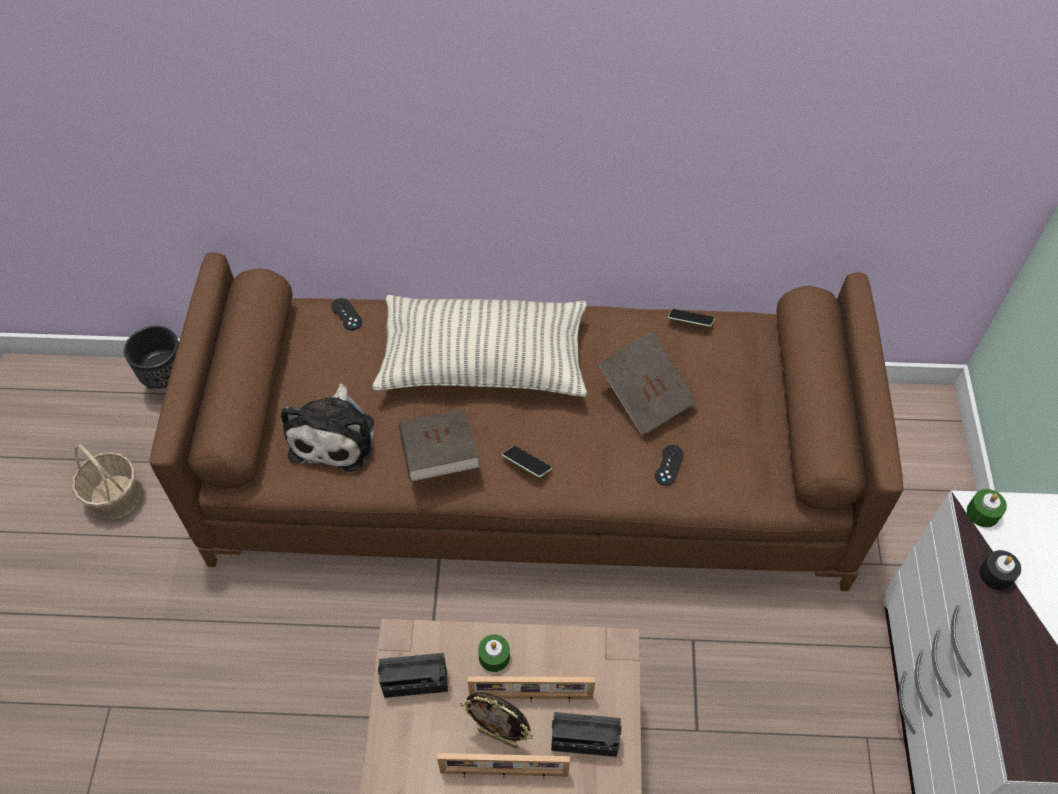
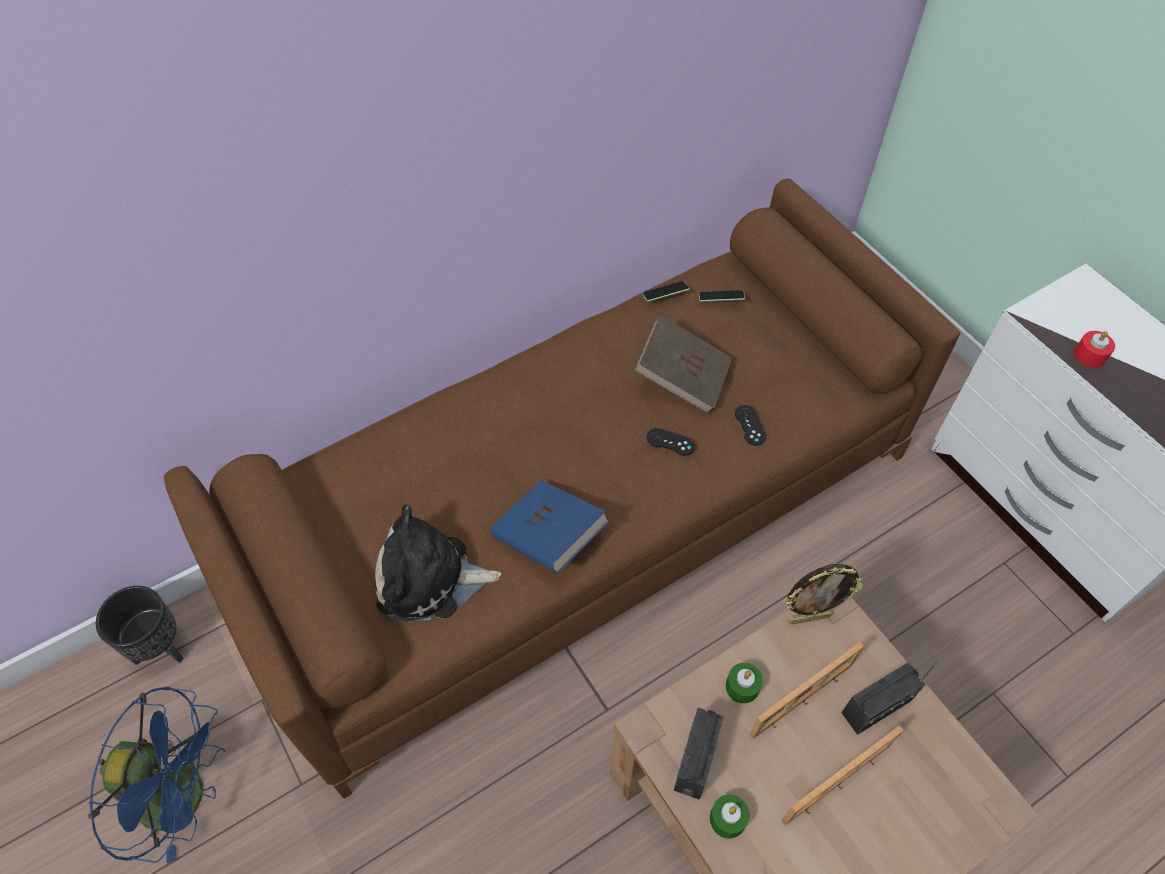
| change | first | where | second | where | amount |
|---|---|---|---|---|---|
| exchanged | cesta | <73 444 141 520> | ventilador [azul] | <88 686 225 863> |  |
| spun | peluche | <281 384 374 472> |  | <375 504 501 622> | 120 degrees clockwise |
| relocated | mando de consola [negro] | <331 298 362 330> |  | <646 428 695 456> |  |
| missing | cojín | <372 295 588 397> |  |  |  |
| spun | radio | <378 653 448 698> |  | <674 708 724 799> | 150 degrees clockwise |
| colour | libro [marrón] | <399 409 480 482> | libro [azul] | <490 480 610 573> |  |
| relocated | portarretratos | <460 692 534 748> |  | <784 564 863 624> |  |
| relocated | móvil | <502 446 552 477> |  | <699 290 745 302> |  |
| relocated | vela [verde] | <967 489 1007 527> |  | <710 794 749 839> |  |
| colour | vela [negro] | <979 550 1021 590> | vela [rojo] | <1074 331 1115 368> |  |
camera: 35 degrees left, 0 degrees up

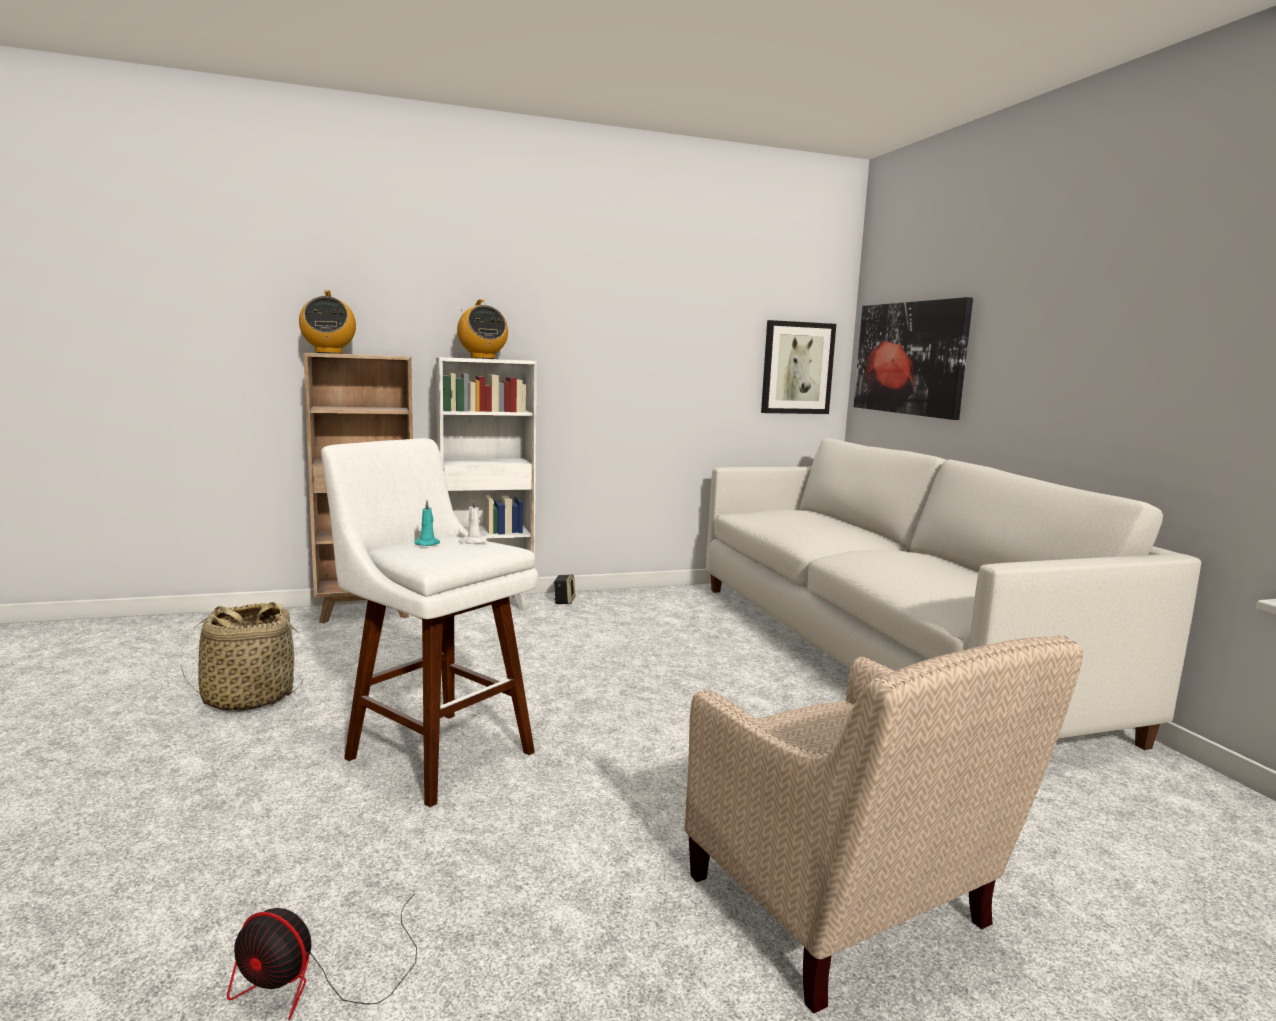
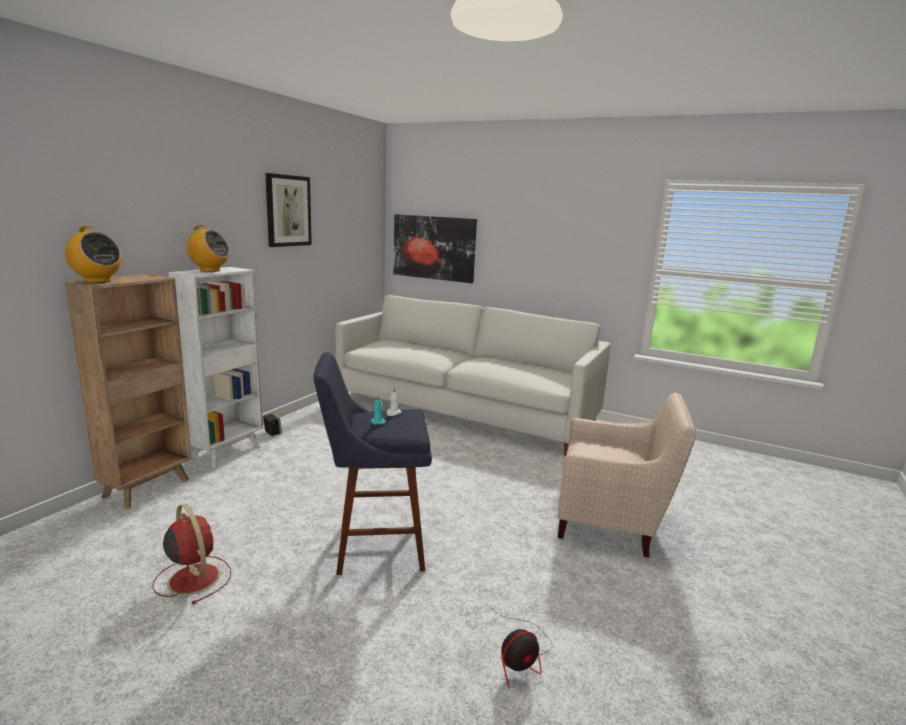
| change | first | where | second | where | amount |
|---|---|---|---|---|---|
| exchanged | cesta | <180 602 305 711> | ventilador [rojo] | <152 504 231 605> |  |
| colour | taburete [blanco] | <321 438 538 807> | taburete [azul] | <313 352 432 575> |  |
| relocated | cuadro | <761 320 836 414> |  | <265 173 312 247> |  |
camera: 45 degrees left, 5 degrees up

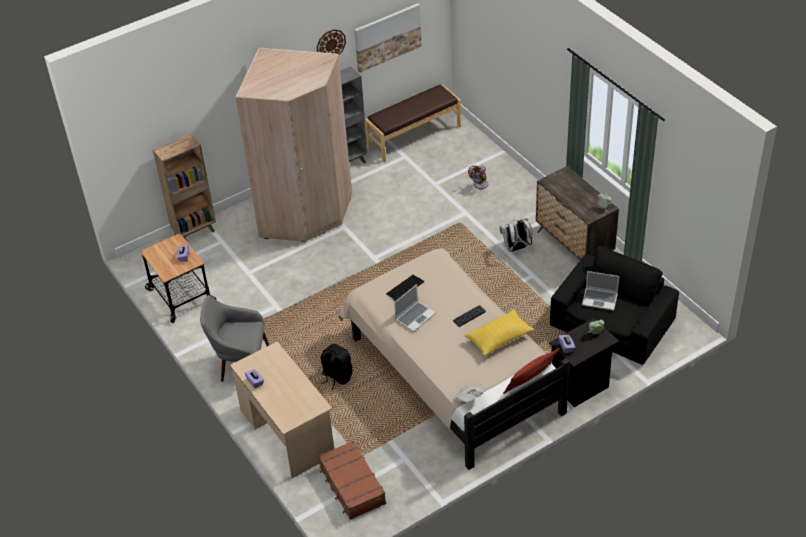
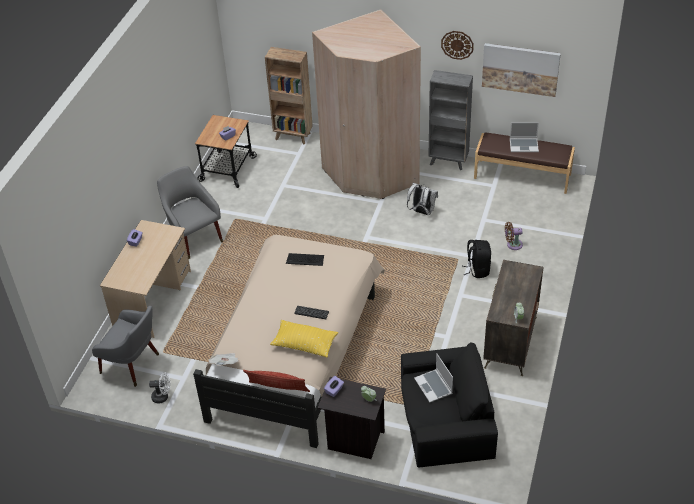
| change | first | where | second | where | amount |
|---|---|---|---|---|---|
| exchanged | maleta [marrón] | <318 440 386 520> | sillón [gris] | <92 306 159 387> |  |
| relocated | mochila [negro] | <321 344 352 390> |  | <462 240 491 278> |  |
| relocated | portátil | <394 284 436 332> |  | <510 122 539 152> |  |
| relocated | mochila [blanco] | <500 218 532 252> |  | <407 183 438 215> |  |
| appeared |  |  | ventilador [blanco] | <149 372 170 403> |  |
camera: 50 degrees right, 0 degrees up

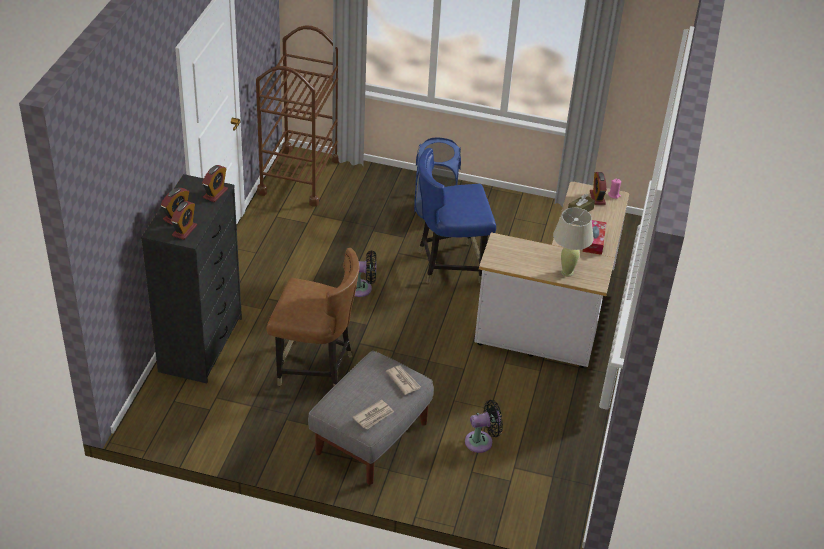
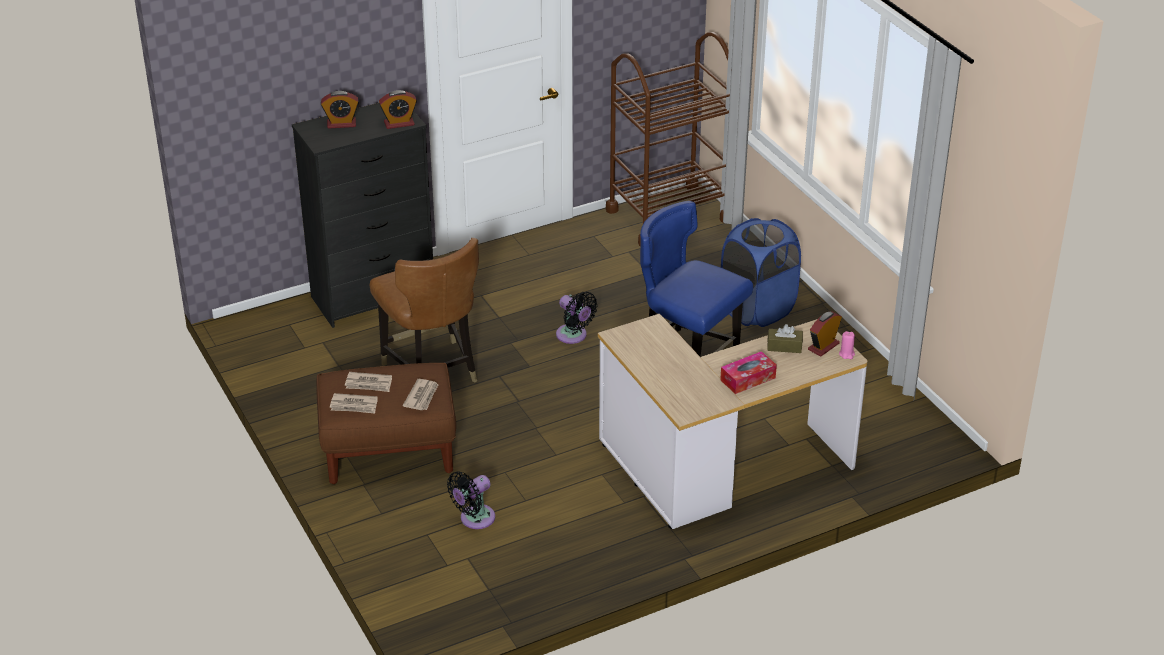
| change | first | where | second | where | amount |
|---|---|---|---|---|---|
| missing | despertador | <171 201 197 240> |  |  |  |
| colour | puf [gris] | <308 351 434 485> | puf [marrón] | <316 363 456 484> |  |
| spun | ventilador [negro] | <465 400 503 453> |  | <447 471 495 529> | 105 degrees clockwise |
| missing | lámpara de mesa [beis] | <553 207 594 276> |  |  |  |
| appeared |  |  | periódico | <345 372 392 392> |  |
camera: 50 degrees right, 5 degrees down

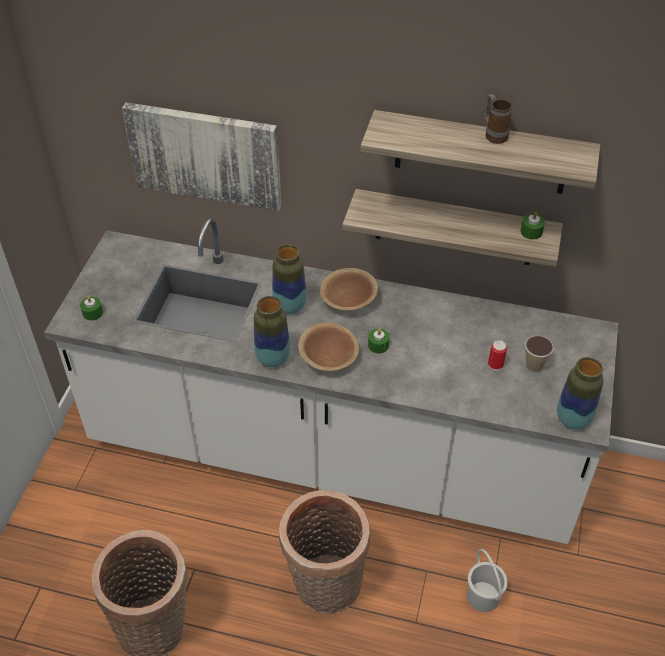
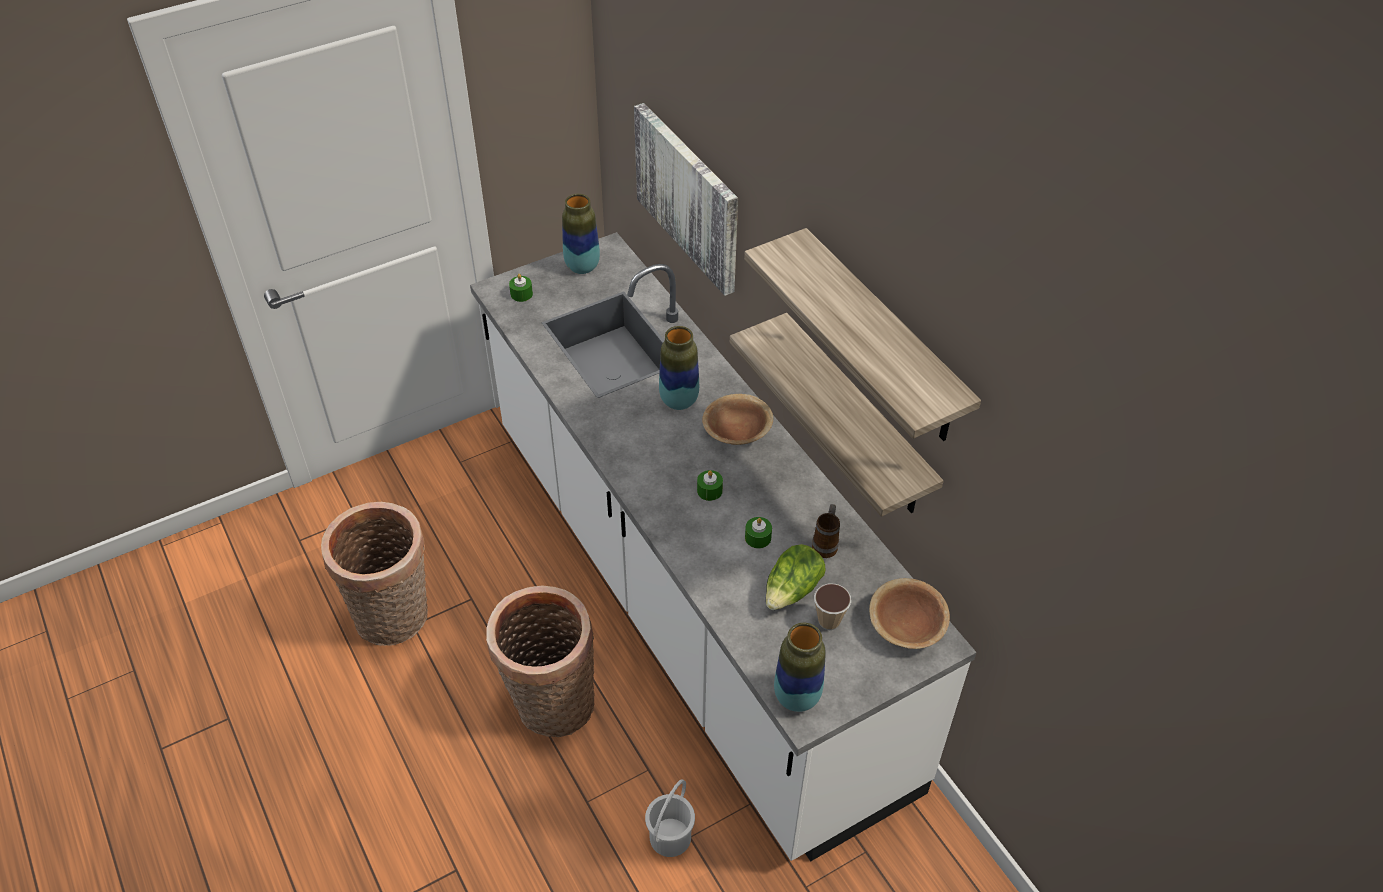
| change | first | where | second | where | amount |
|---|---|---|---|---|---|
| relocated | florero | <254 296 290 367> |  | <562 194 600 274> |  |
| relocated | cuenco [marrón] | <298 323 359 371> |  | <869 578 950 649> |  |
| relocated | taza grande | <484 94 512 144> |  | <812 504 840 558> |  |
| exchanged | lata | <488 340 507 371> | lechuga | <766 544 825 610> |  |
| relocated | vela [verde] | <520 212 545 240> |  | <745 517 772 549> |  |
camera: 45 degrees right, 0 degrees up

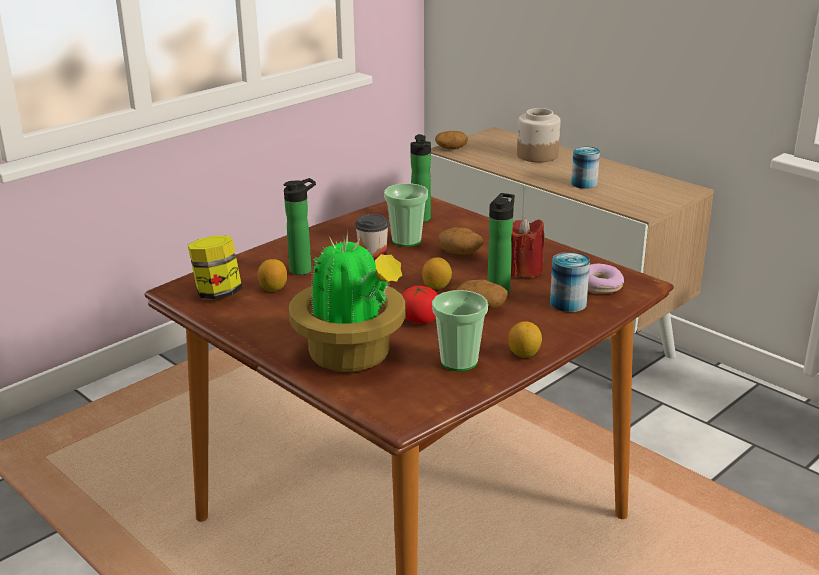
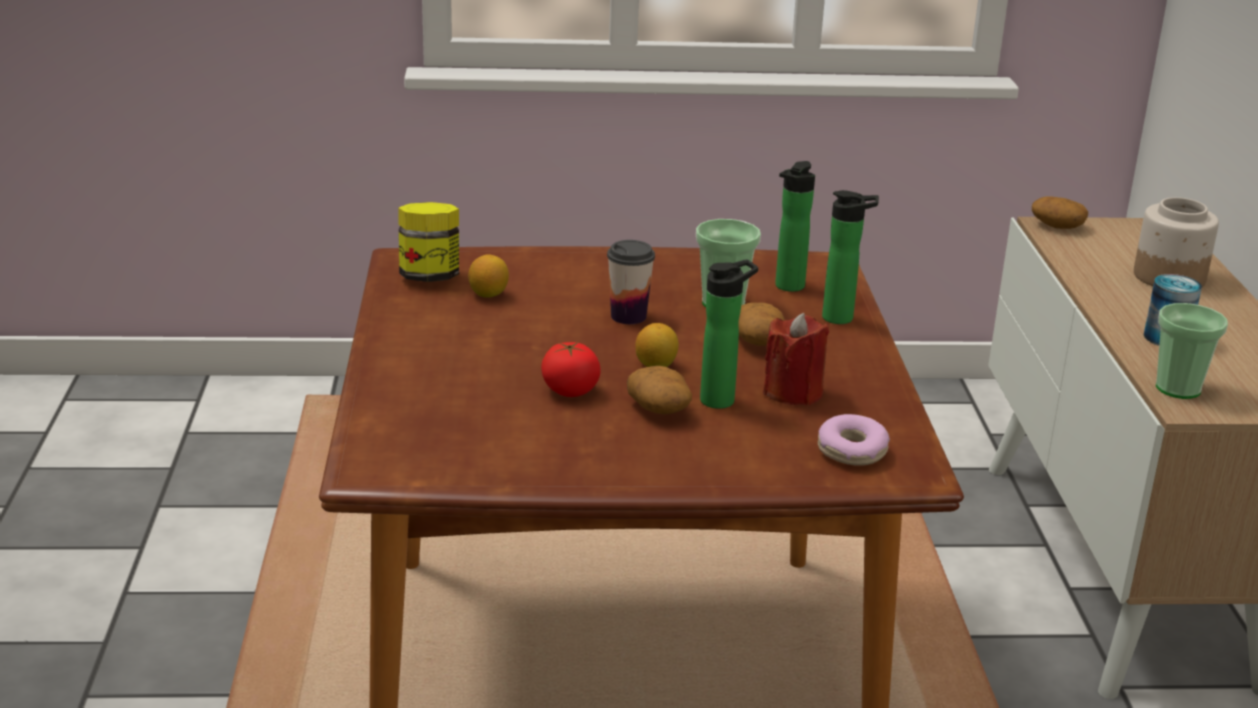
| change | first | where | second | where | amount |
|---|---|---|---|---|---|
| relocated | botella | <283 178 316 275> |  | <822 190 879 324> |  |
| missing | planta en maceta | <288 231 406 372> |  |  |  |
| relocated | taza | <432 290 488 371> |  | <1156 303 1228 399> |  |
| missing | limón | <508 321 542 358> |  |  |  |
| missing | lata | <550 252 590 312> |  |  |  |
camera: 40 degrees right, 0 degrees up

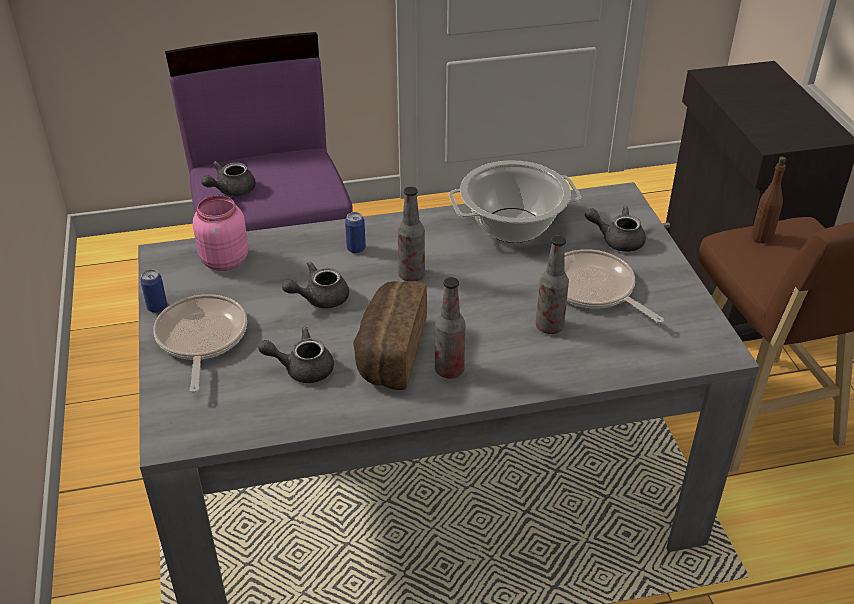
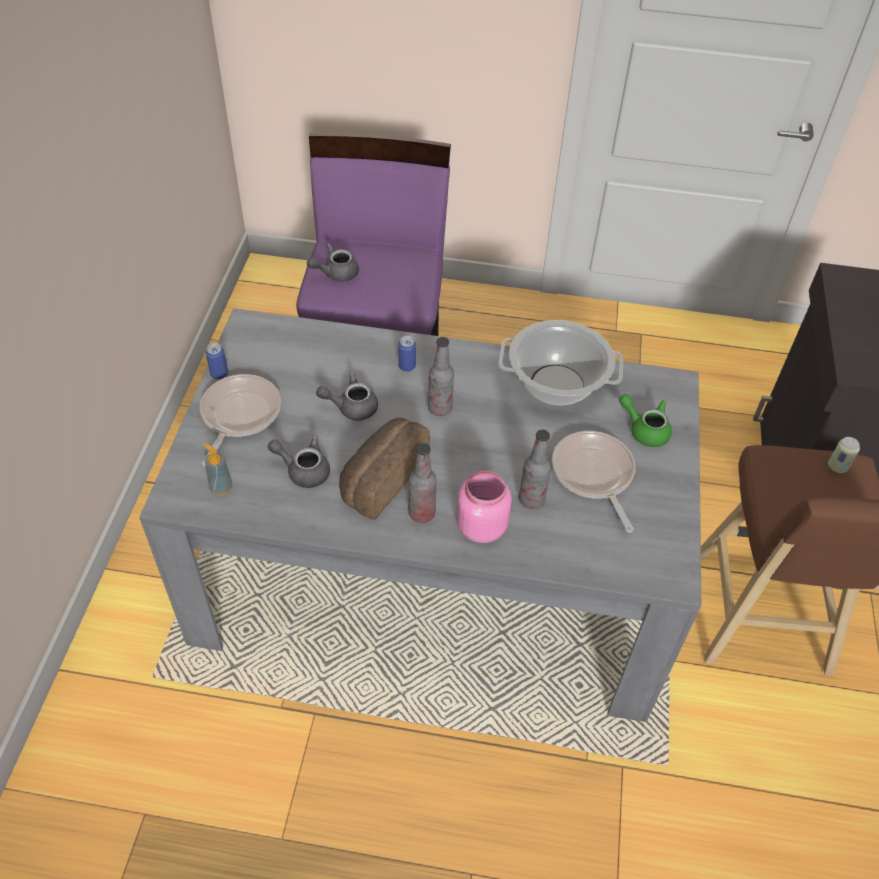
| change | first | where | second | where | amount |
|---|---|---|---|---|---|
| relocated | tarro [rosa] | <193 195 248 271> |  | <457 471 512 543> |  |
| colour | tetera [gris] | <585 206 646 252> | tetera [verde] | <619 394 672 447> |  |
| missing | botella [marrón] | <751 156 786 244> |  |  |  |
| appeared |  |  | dispensador de jabón | <203 443 233 495> |  |
| appeared |  |  | lata | <828 437 860 473> |  |
camera: 20 degrees right, 10 degrees up

